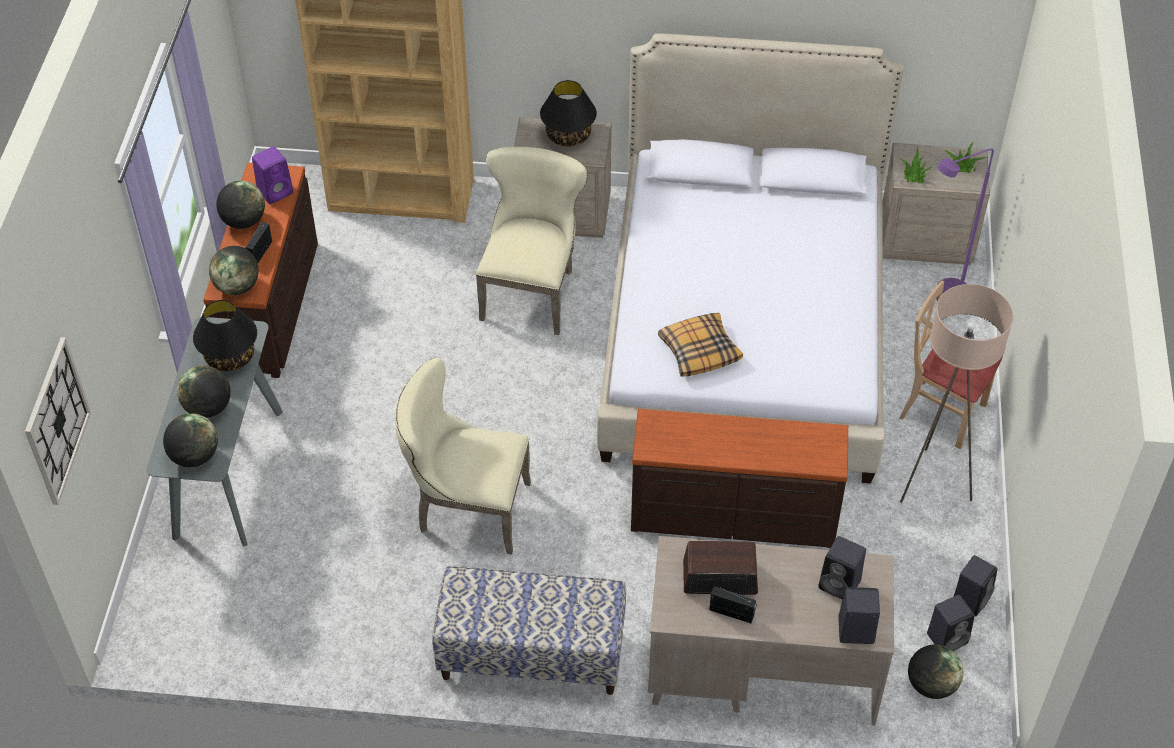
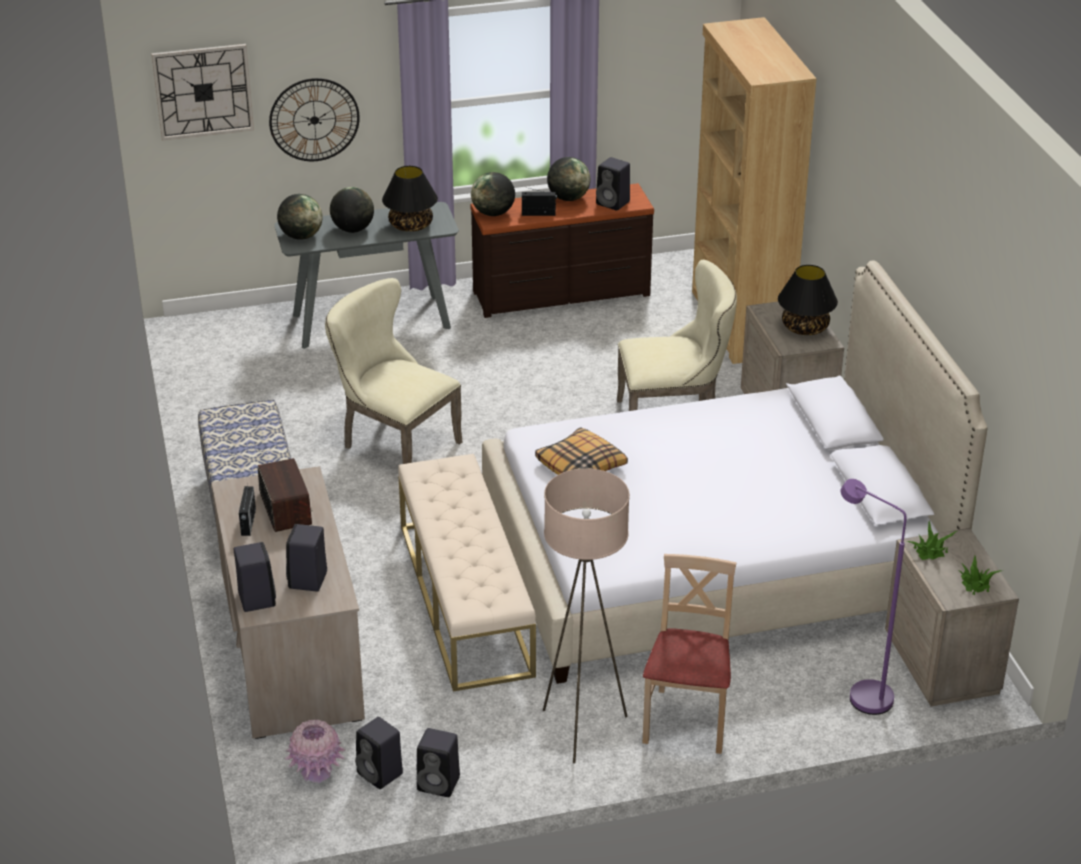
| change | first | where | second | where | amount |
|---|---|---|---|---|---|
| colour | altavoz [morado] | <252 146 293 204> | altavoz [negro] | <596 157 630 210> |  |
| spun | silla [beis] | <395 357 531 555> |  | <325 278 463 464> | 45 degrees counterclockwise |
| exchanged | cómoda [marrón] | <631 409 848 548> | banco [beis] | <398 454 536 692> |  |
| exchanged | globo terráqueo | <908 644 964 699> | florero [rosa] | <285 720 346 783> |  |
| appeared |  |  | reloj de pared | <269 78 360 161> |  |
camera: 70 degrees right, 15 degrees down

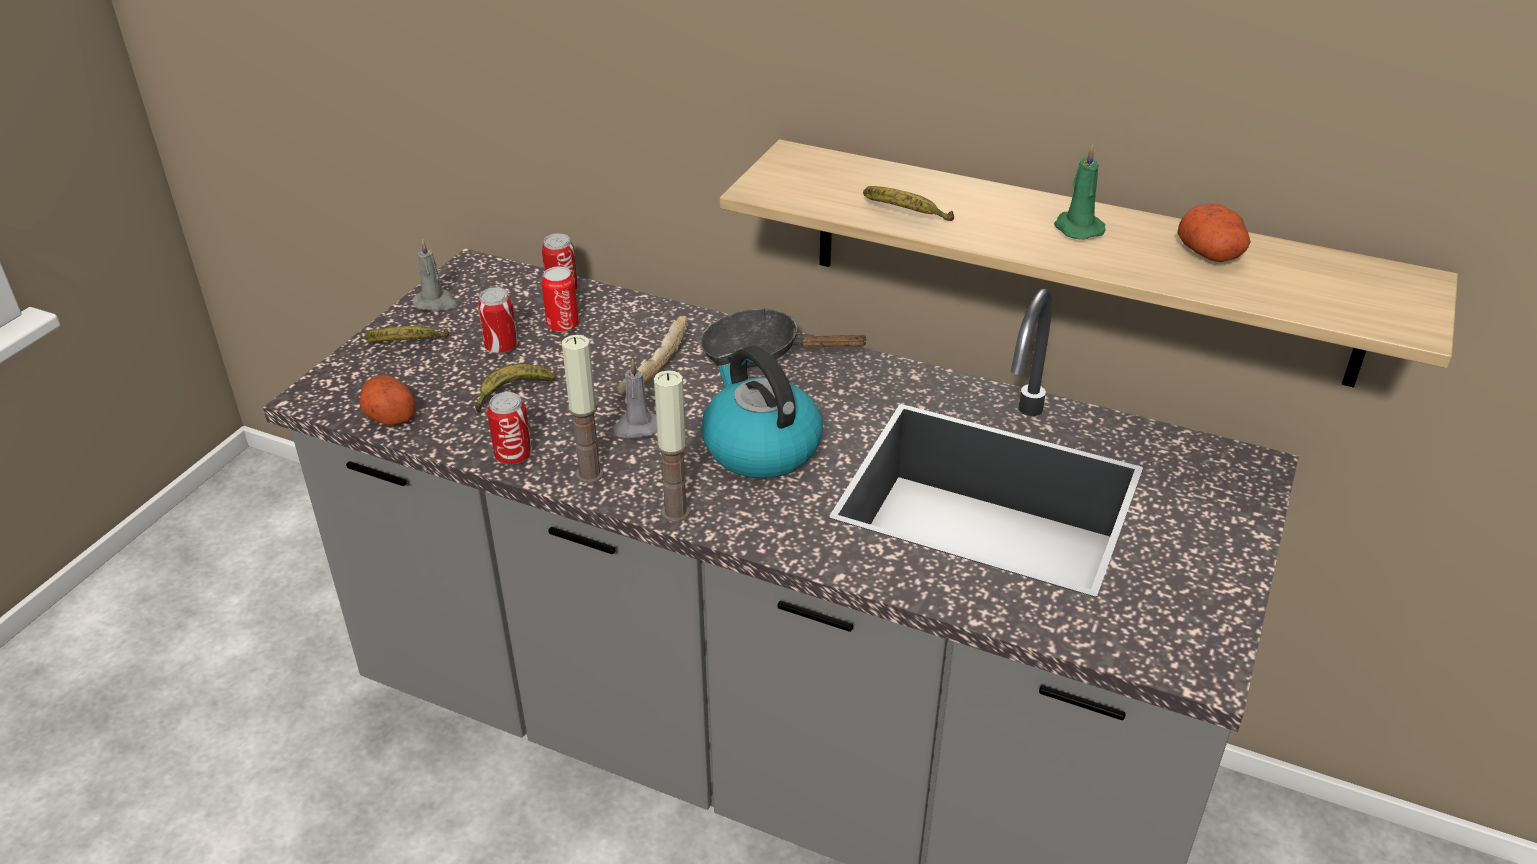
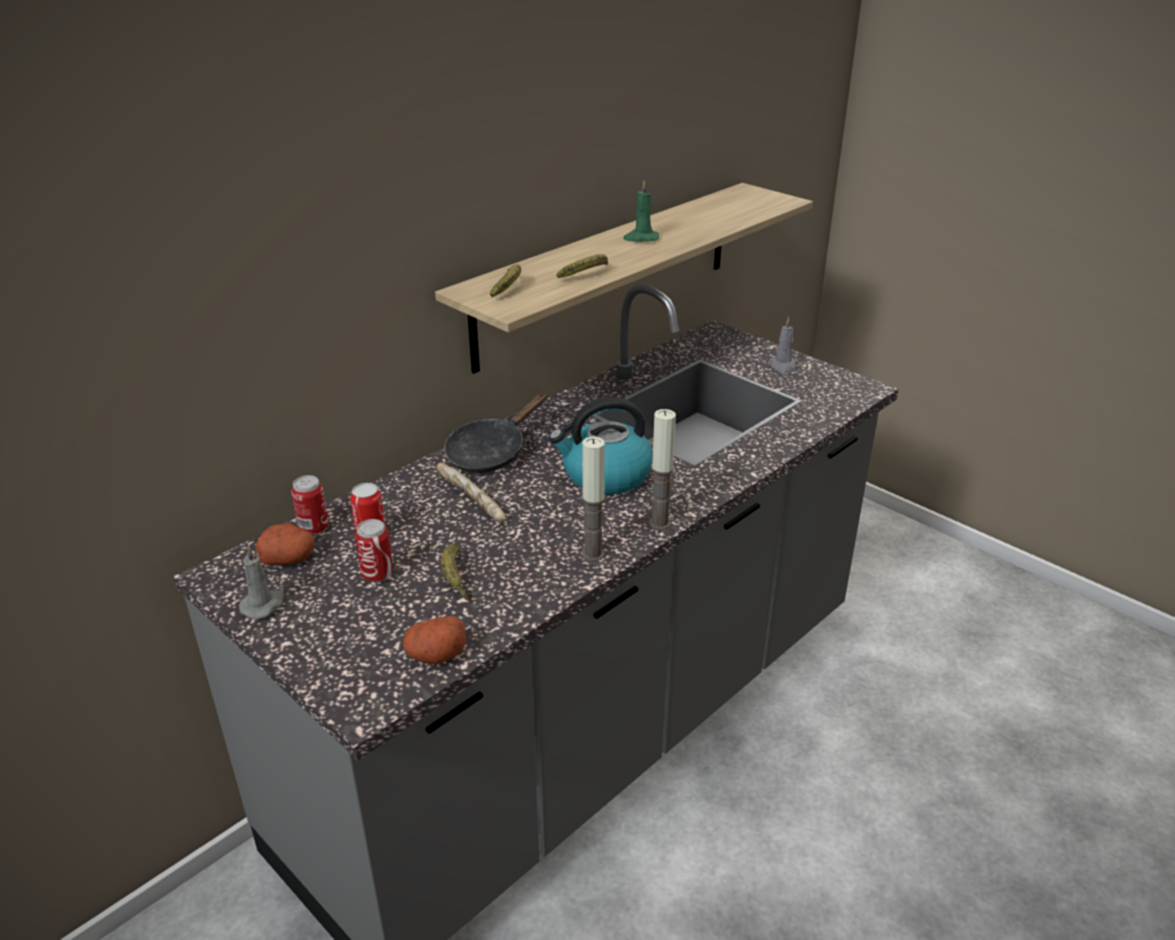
| change | first | where | second | where | amount |
|---|---|---|---|---|---|
| relocated | plátano | <364 326 449 342> |  | <490 264 521 297> |  |
| missing | lata | <487 392 532 465> |  |  |  |
| relocated | vela [gris] | <610 358 657 439> |  | <769 317 796 374> |  |
| relocated | patata | <1177 204 1251 262> |  | <256 524 315 565> |  |
camera: 70 degrees left, 5 degrees down

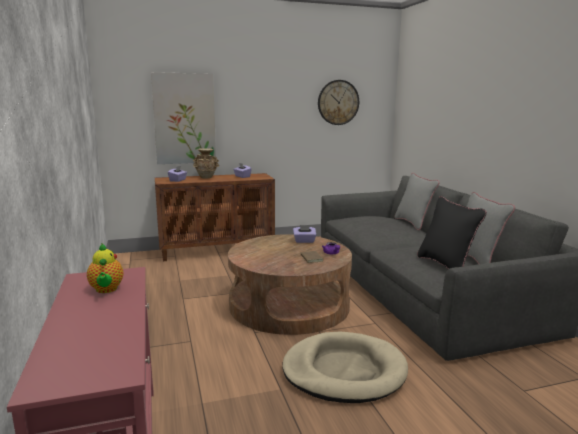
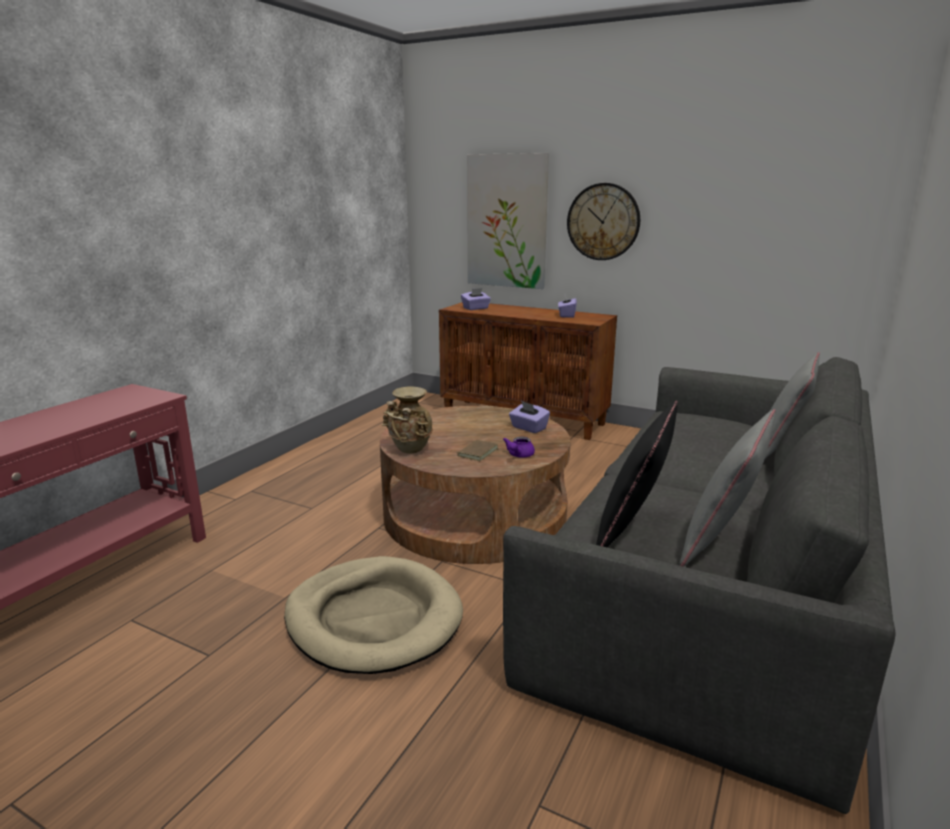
| change | first | where | second | where | amount |
|---|---|---|---|---|---|
| missing | tetera | <87 243 123 293> |  |  |  |
| relocated | florero [beis] | <193 148 219 178> |  | <382 386 433 453> |  |
| relocated | reloj de pared | <318 80 359 125> |  | <567 183 640 260> |  |
camera: 45 degrees right, 5 degrees up

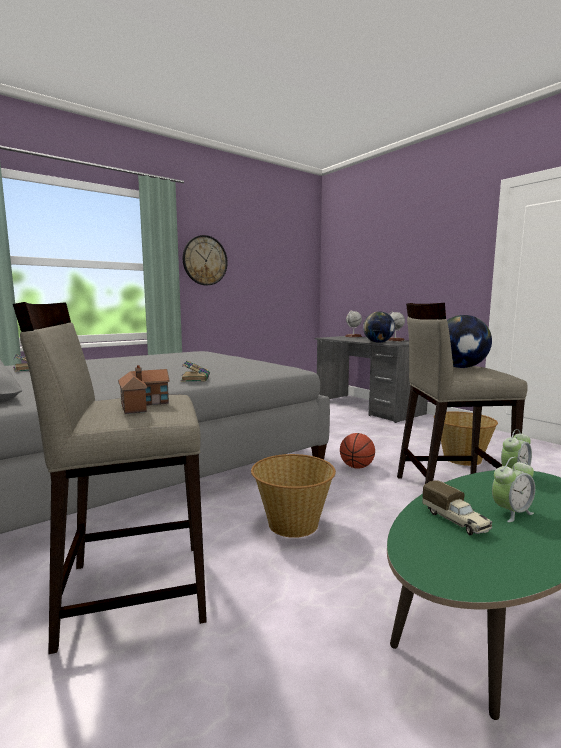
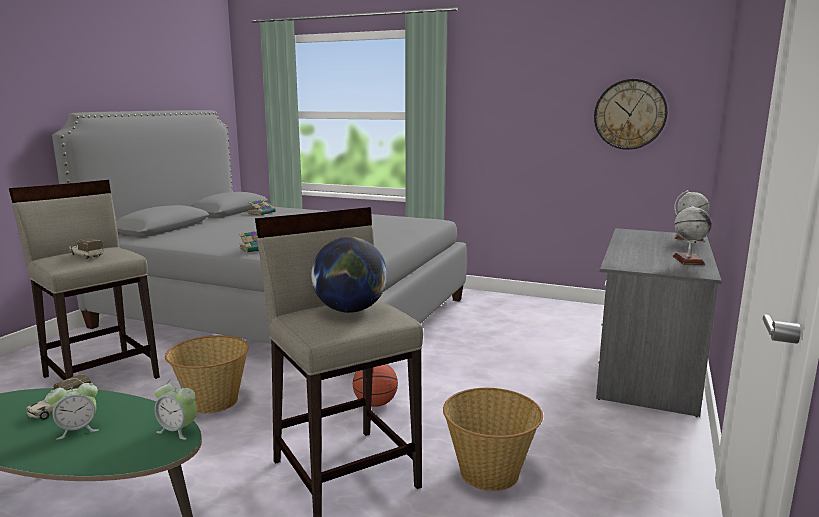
| change | first | where | second | where | amount |
|---|---|---|---|---|---|
| exchanged | casita | <118 365 170 414> | camión de juguete | <69 238 104 259> |  |
| relocated | reloj de pared | <183 235 228 285> |  | <594 79 667 150> |  |
| missing | globo terráqueo | <363 311 395 343> |  |  |  |
| spun | despertador | <492 457 535 522> |  | <47 378 99 440> | 60 degrees counterclockwise |
camera: 60 degrees right, 5 degrees up

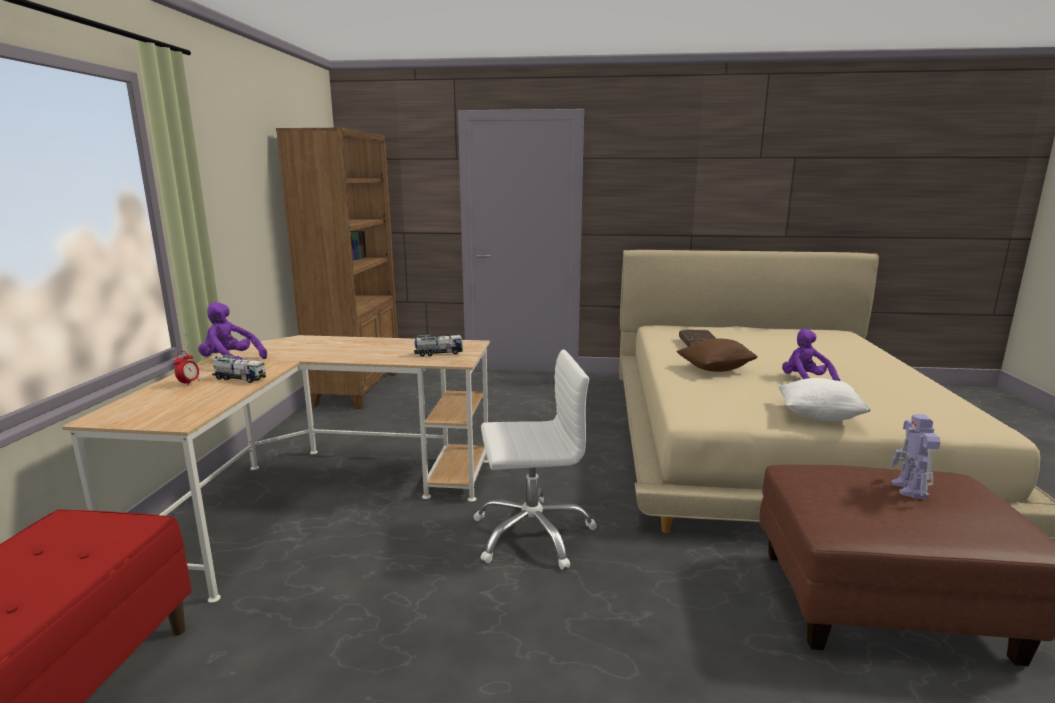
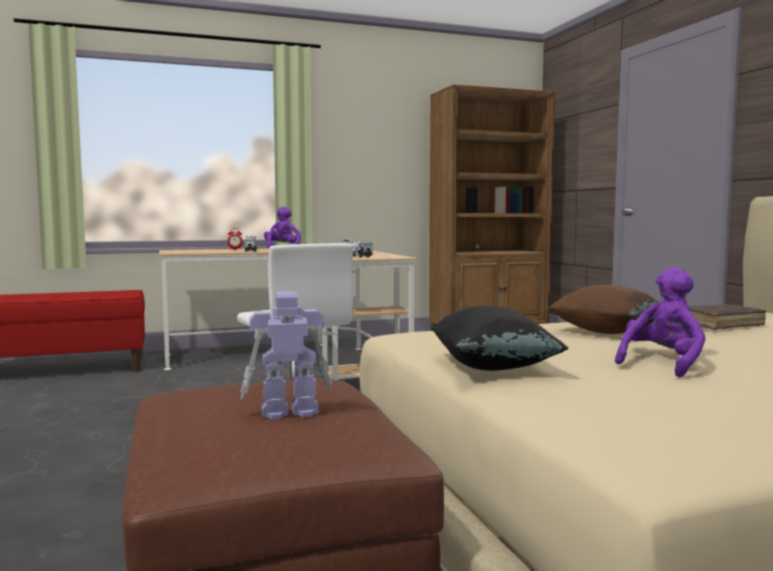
| change | first | where | second | where | amount |
|---|---|---|---|---|---|
| colour | cojín [blanco] | <778 378 871 421> | cojín [negro] | <431 306 569 371> |  |
camera: 65 degrees right, 10 degrees down

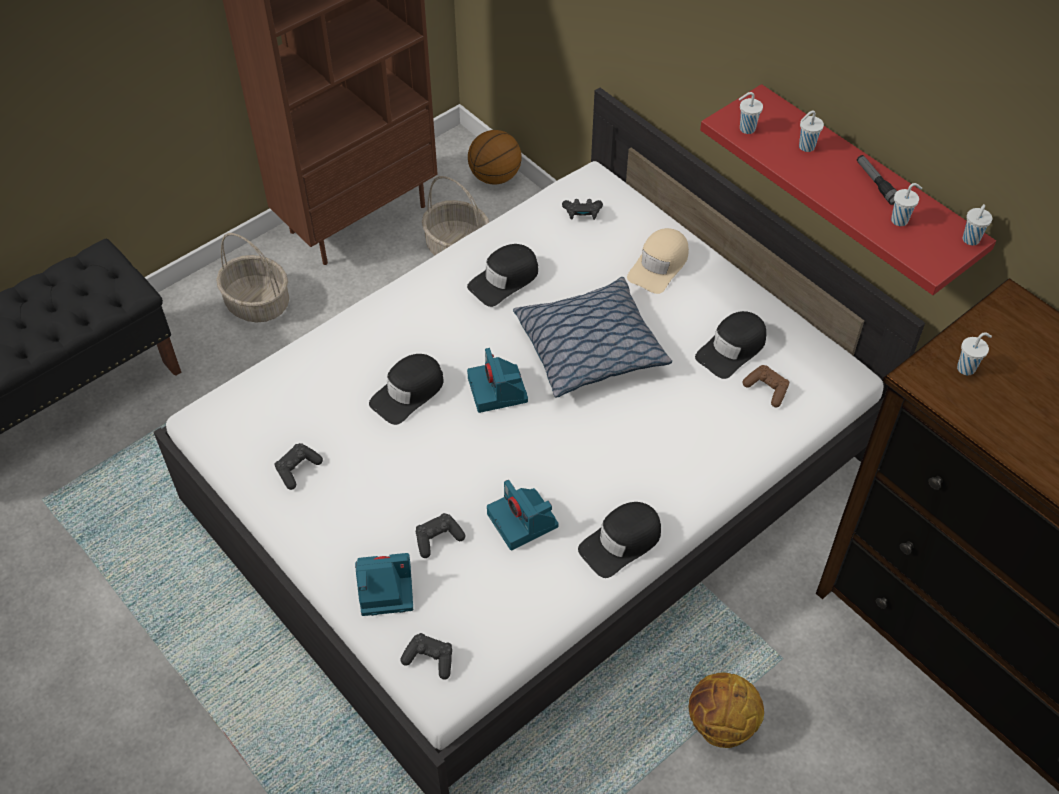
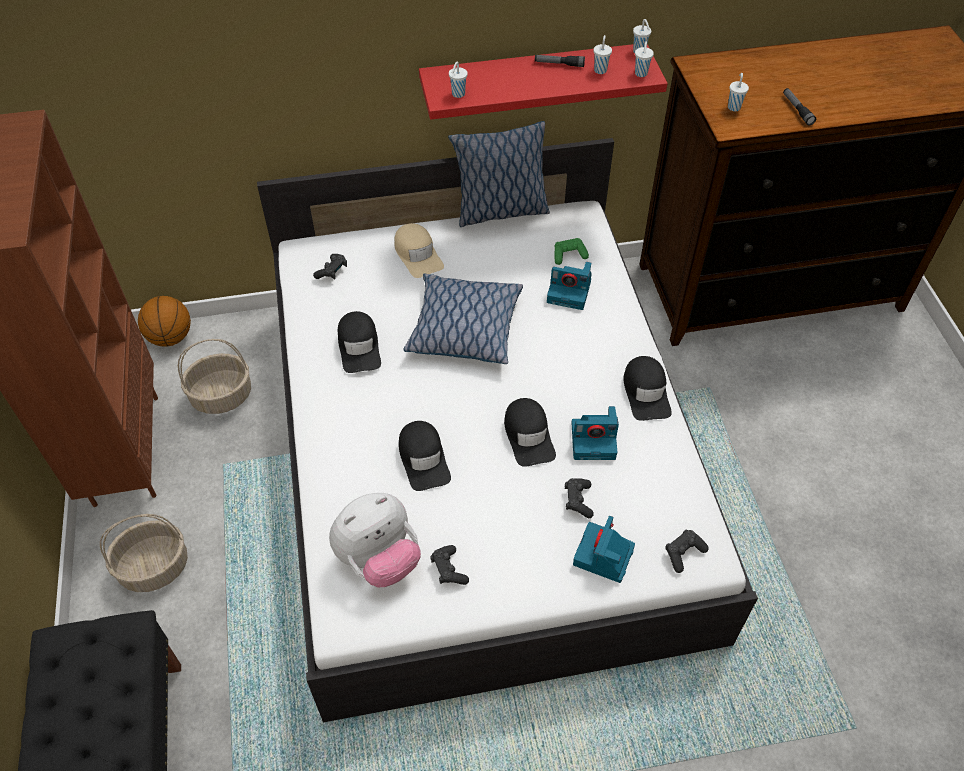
| change | first | where | second | where | amount |
|---|---|---|---|---|---|
| relocated | cámara | <467 348 528 413> |  | <547 262 592 310> |  |
| missing | balón de baloncesto | <689 672 764 748> |  |  |  |
| relocated | gorra [negro] | <695 311 766 379> |  | <504 398 556 467> |  |
| colour | mando de consola [marrón] | <743 365 789 408> | mando de consola [verde] | <555 238 589 265> |  |
| relocated | taza [blanco] | <799 110 824 152> |  | <635 41 654 77> |  |
| appeared |  |  | peluche | <329 493 421 587> |  |
| appeared |  |  | cojín | <448 121 550 227> |  |
| appeared |  |  | linterna | <783 88 816 126> |  |
camera: 60 degrees left, 0 degrees up

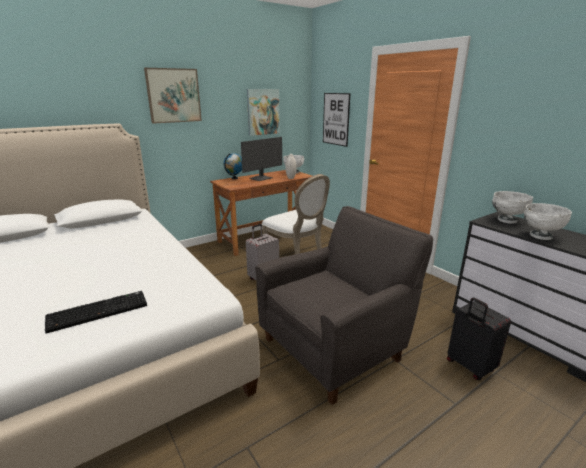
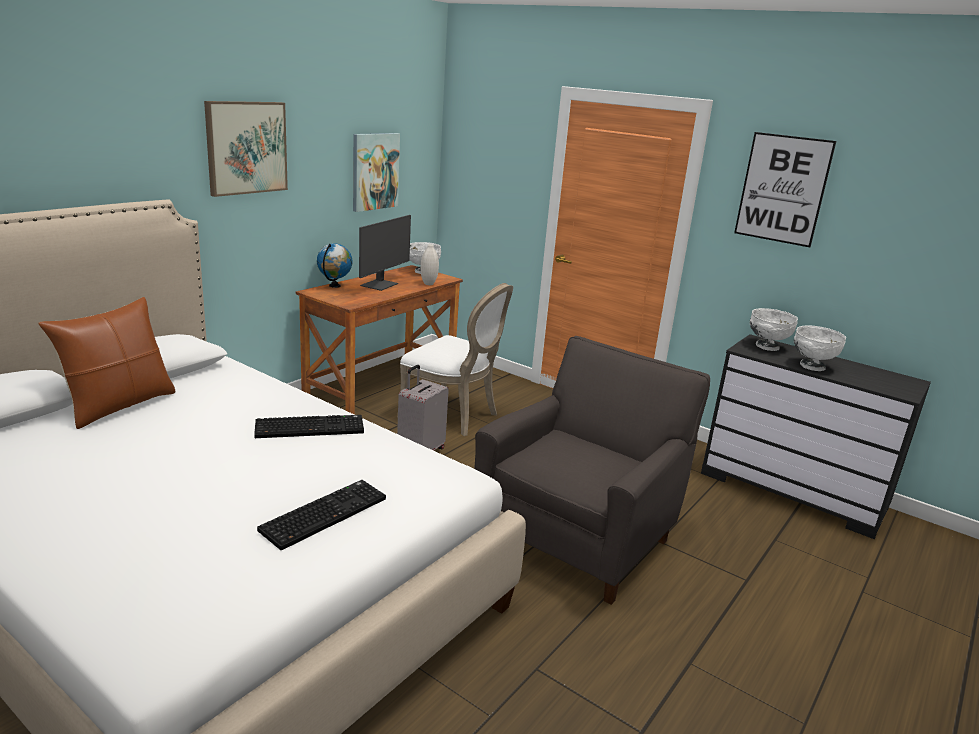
| change | first | where | second | where | amount |
|---|---|---|---|---|---|
| relocated | cuadro | <323 93 350 147> |  | <734 132 836 247> |  |
| missing | maleta [negro] | <447 297 511 380> |  |  |  |
| appeared |  |  | cojín [marrón] | <38 297 176 429> |  |
| appeared |  |  | teclado | <254 415 364 438> |  |
camera: 20 degrees left, 0 degrees up

